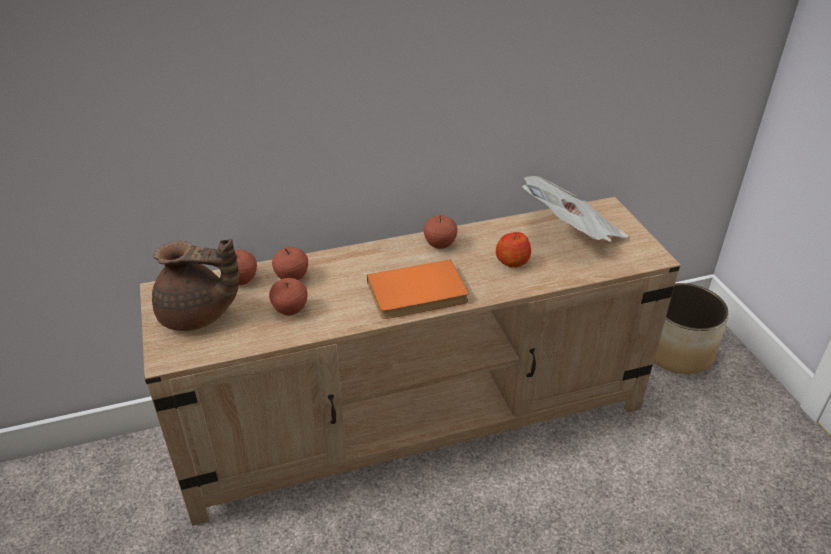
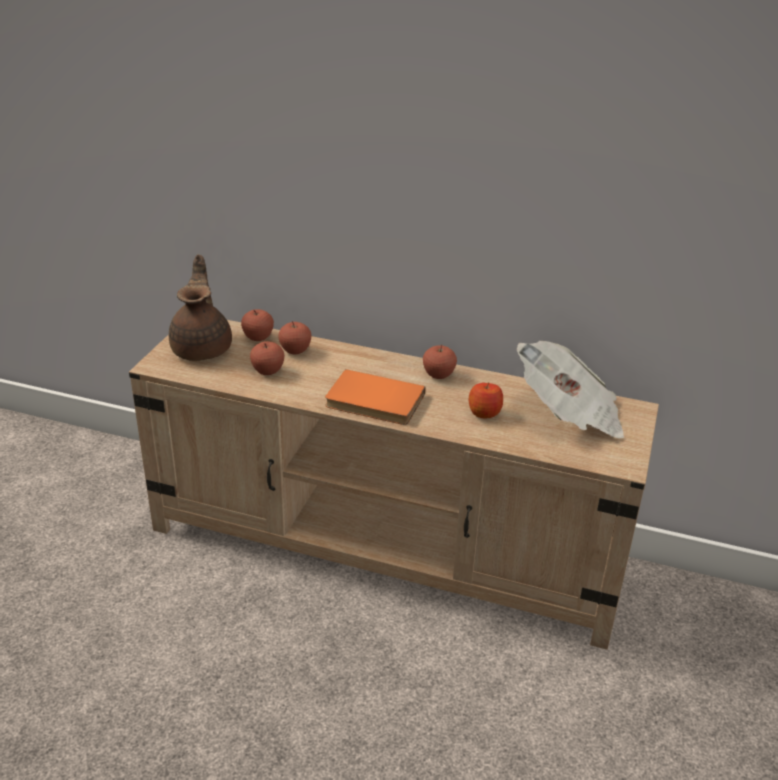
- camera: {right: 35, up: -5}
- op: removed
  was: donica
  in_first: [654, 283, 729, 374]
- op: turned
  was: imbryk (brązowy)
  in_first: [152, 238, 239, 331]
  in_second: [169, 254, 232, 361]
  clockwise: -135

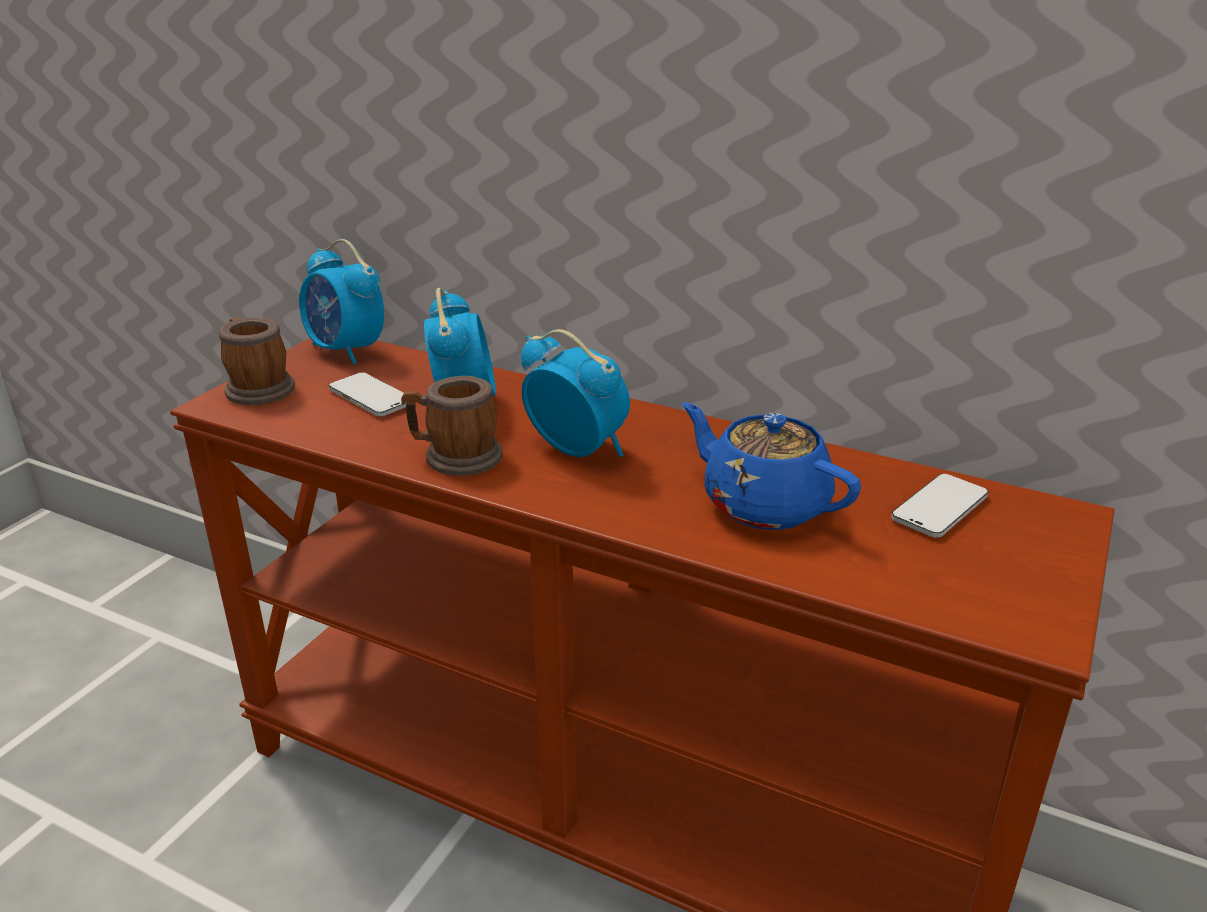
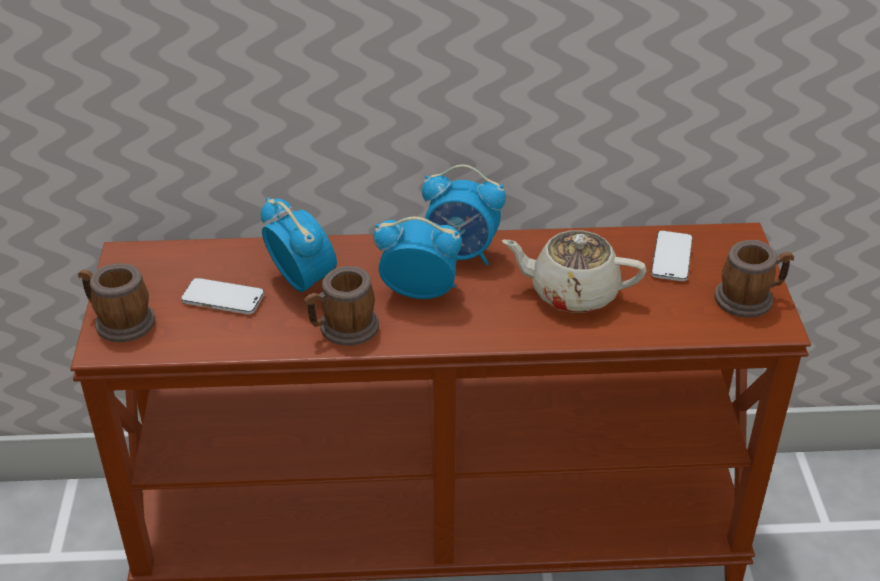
- camera: {right: -30, up: 10}
- op: added
  now: kubek
  in_second: [714, 240, 794, 318]
- op: moved
  was: budzik
  in_first: [299, 239, 384, 365]
  in_second: [422, 164, 506, 265]
- op: recoloured
  was: imbryk (niebieski)
  now: imbryk (beżowy)
  in_first: [682, 402, 861, 530]
  in_second: [502, 230, 647, 313]

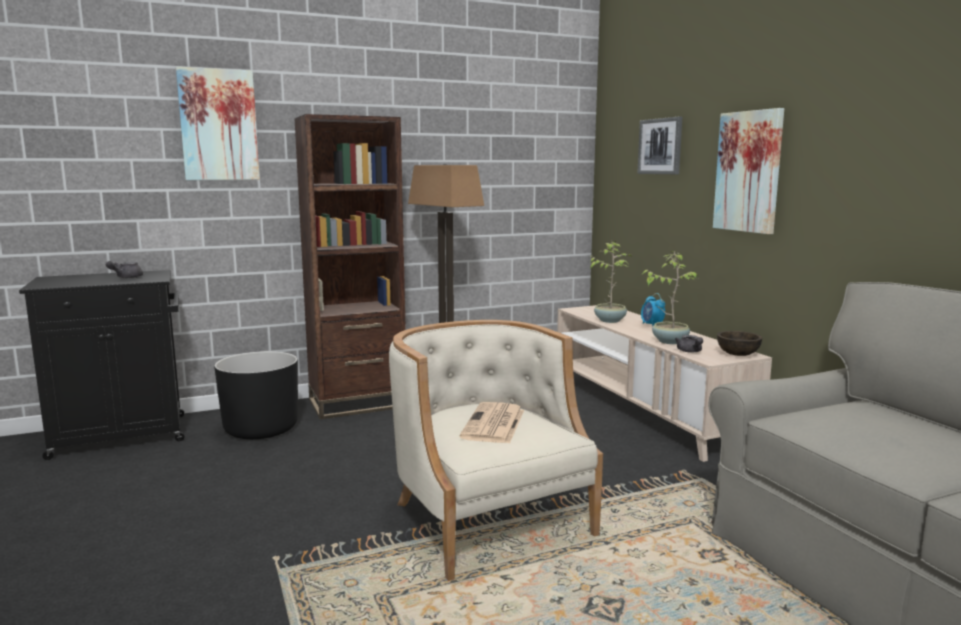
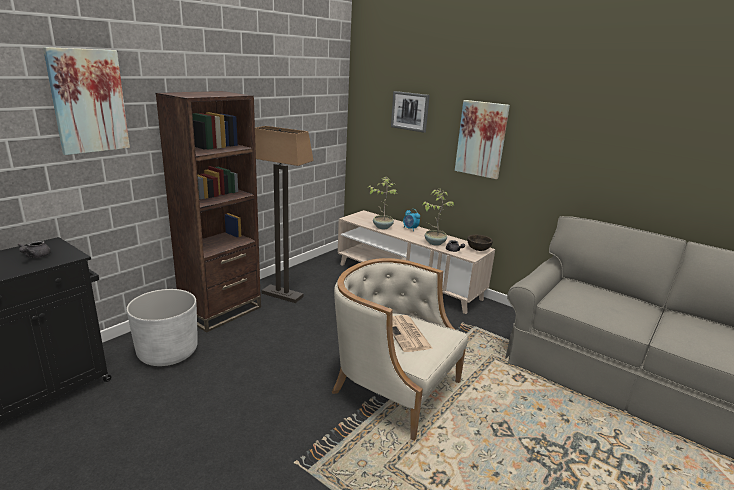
- camera: {right: -30, up: 10}
- op: recoloured
  was: donica (czarny)
  now: donica (biały)
  in_first: [214, 351, 298, 439]
  in_second: [126, 289, 198, 366]

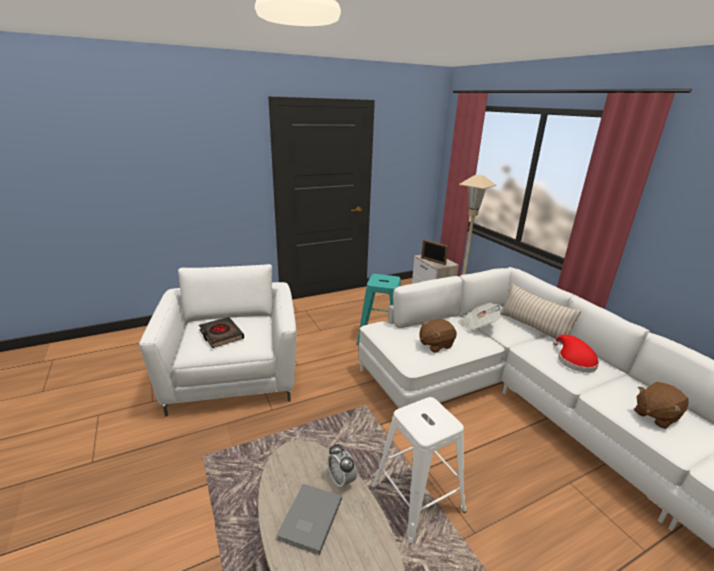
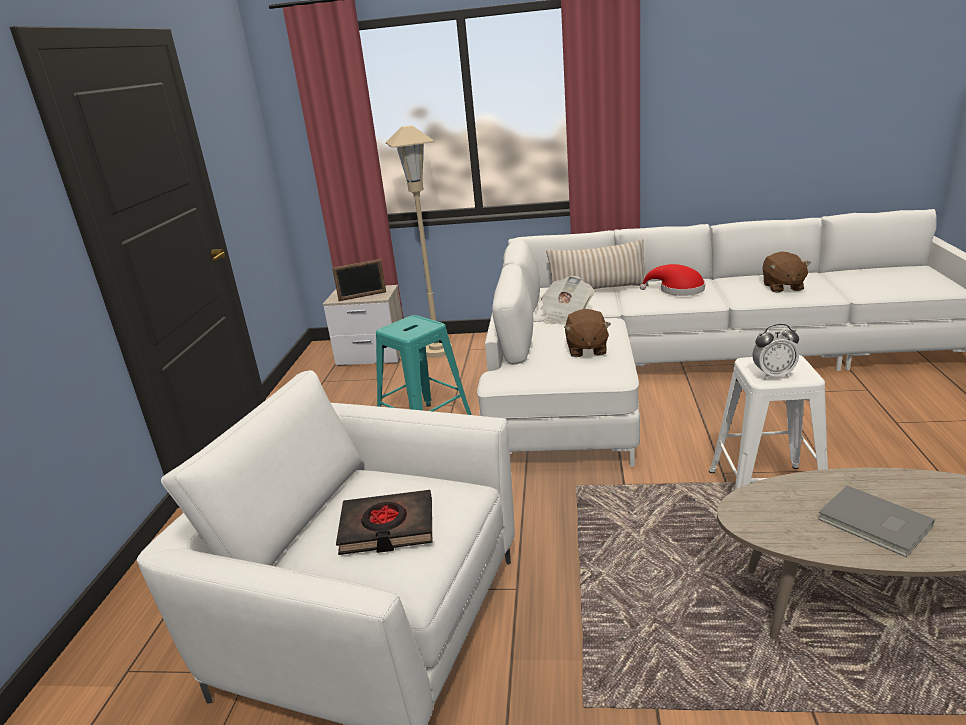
- camera: {right: -55, up: 0}
- op: moved
  was: budzik
  in_first: [328, 443, 357, 490]
  in_second: [752, 324, 799, 379]

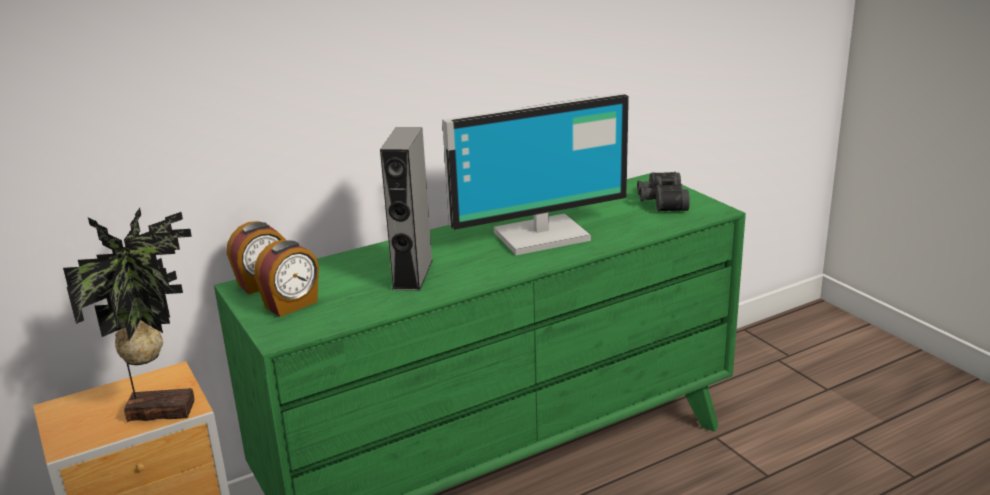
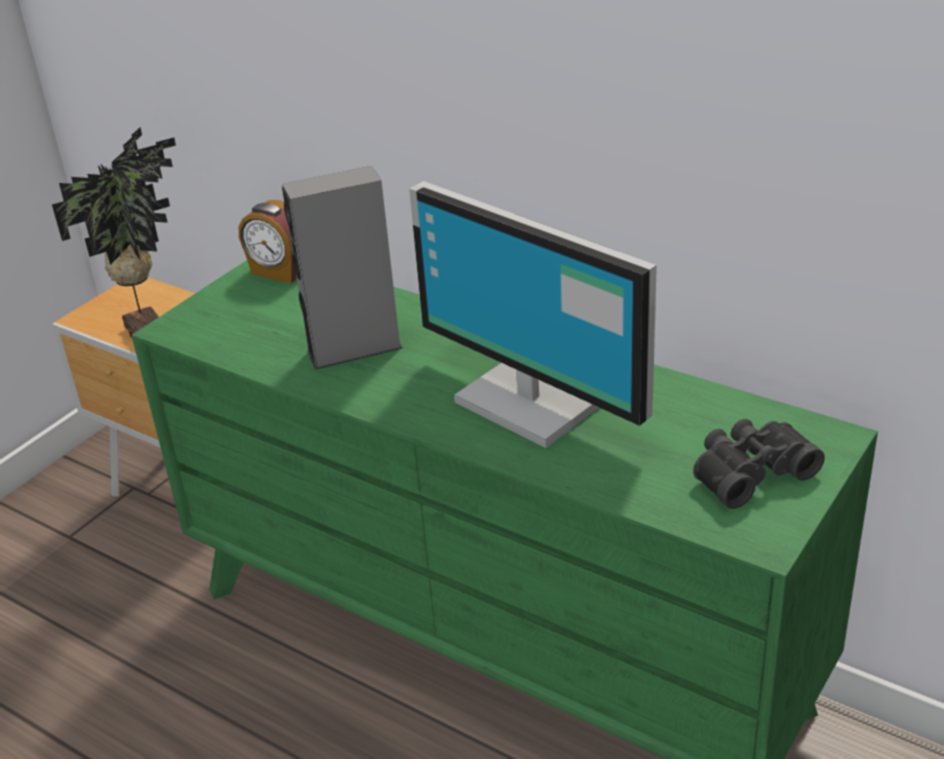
- camera: {right: 65, up: 10}
- op: removed
  was: budzik
  in_first: [254, 240, 319, 317]

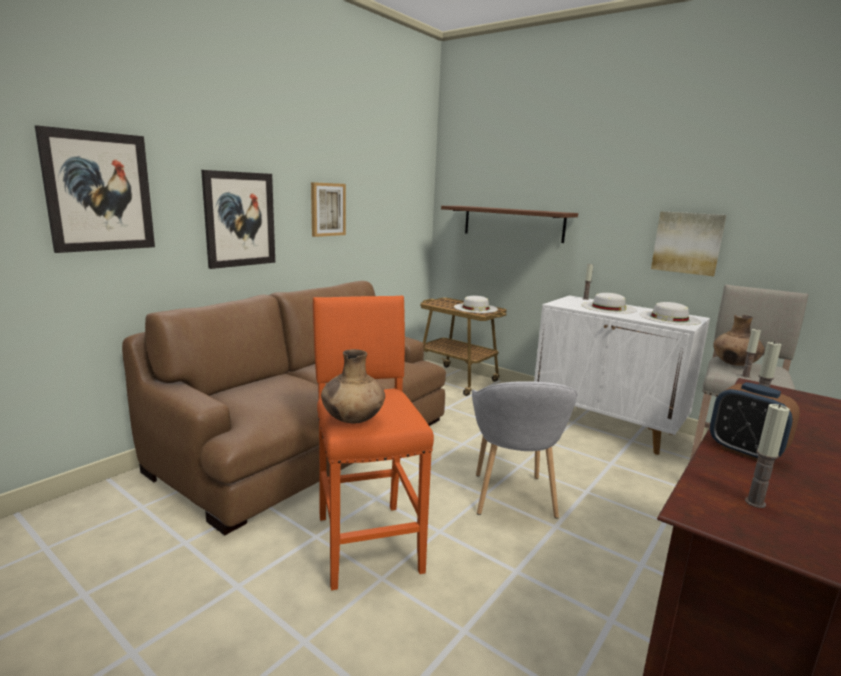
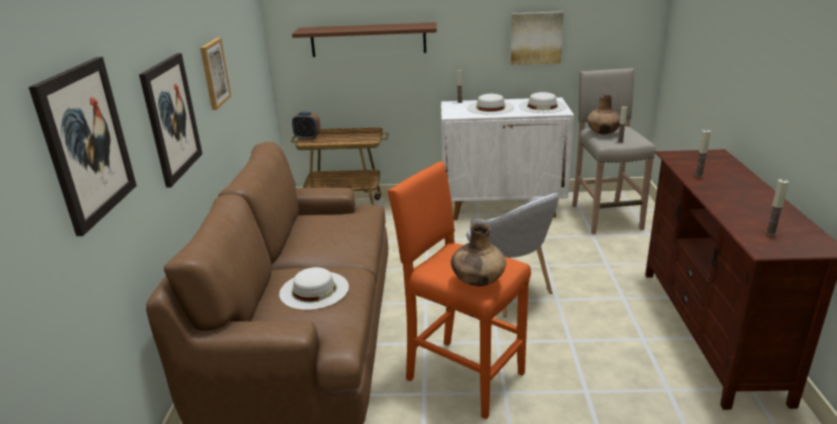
- camera: {right: -35, up: 10}
- op: moved
  was: kapelusz (biały)
  in_first: [454, 296, 498, 313]
  in_second: [279, 267, 349, 310]
- op: moved
  was: budzik
  in_first: [710, 382, 800, 461]
  in_second: [292, 112, 321, 140]

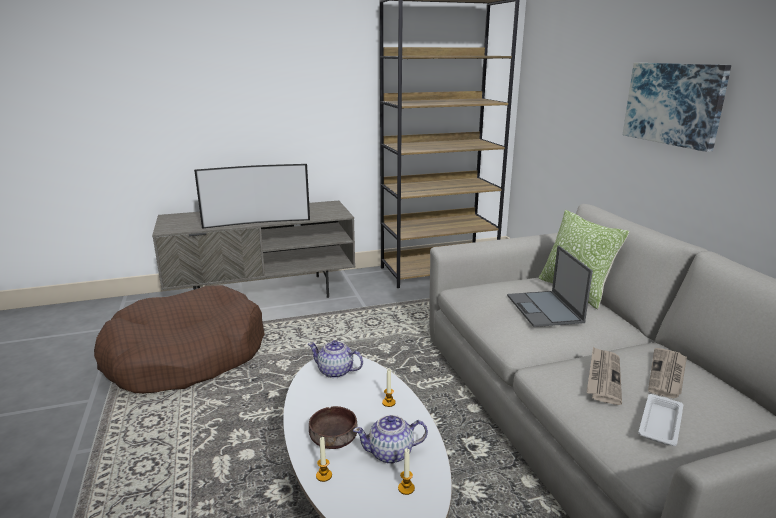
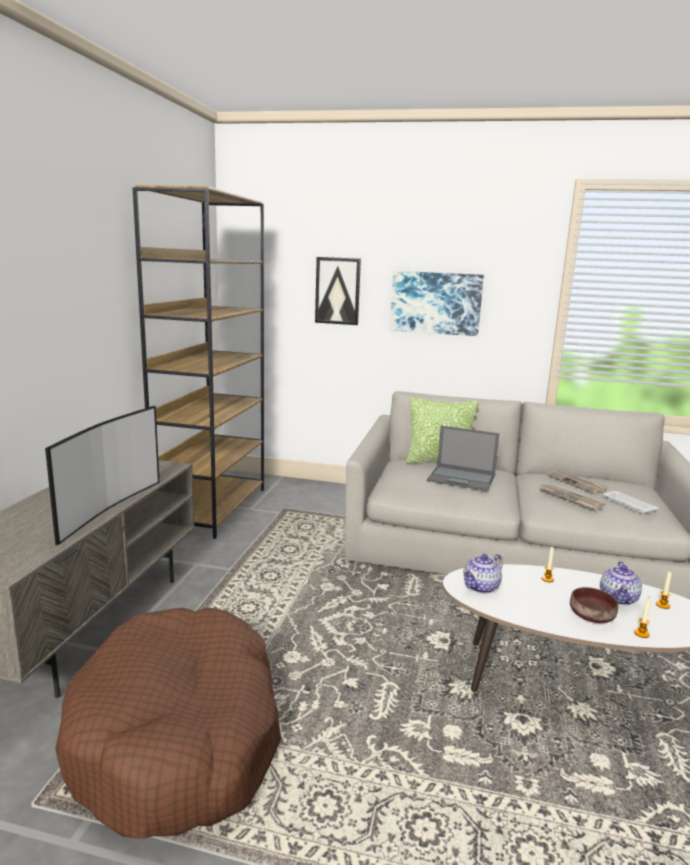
- camera: {right: -60, up: -5}
- op: added
  now: obraz
  in_second: [315, 257, 361, 325]

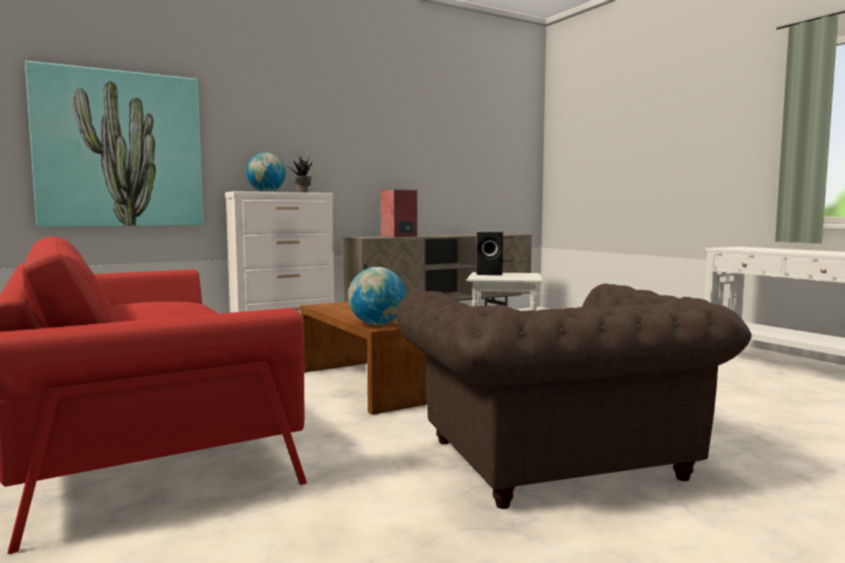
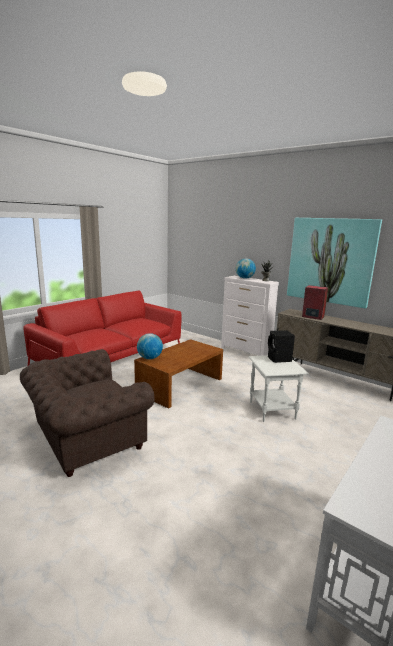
- camera: {right: 70, up: 10}
- op: moved
  was: obraz
  in_first: [25, 61, 203, 227]
  in_second: [287, 218, 382, 308]

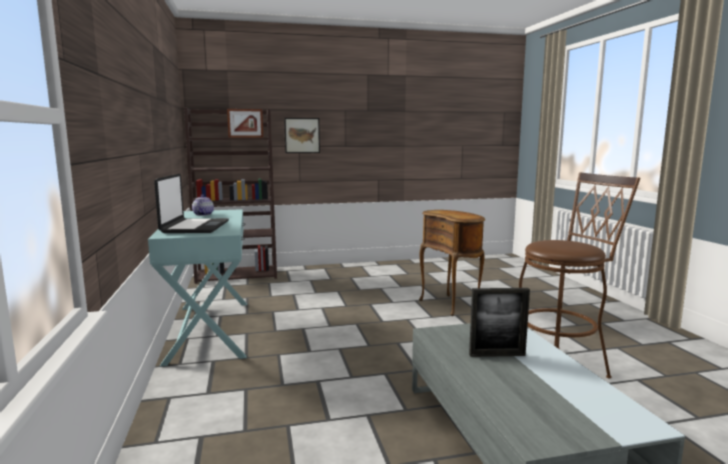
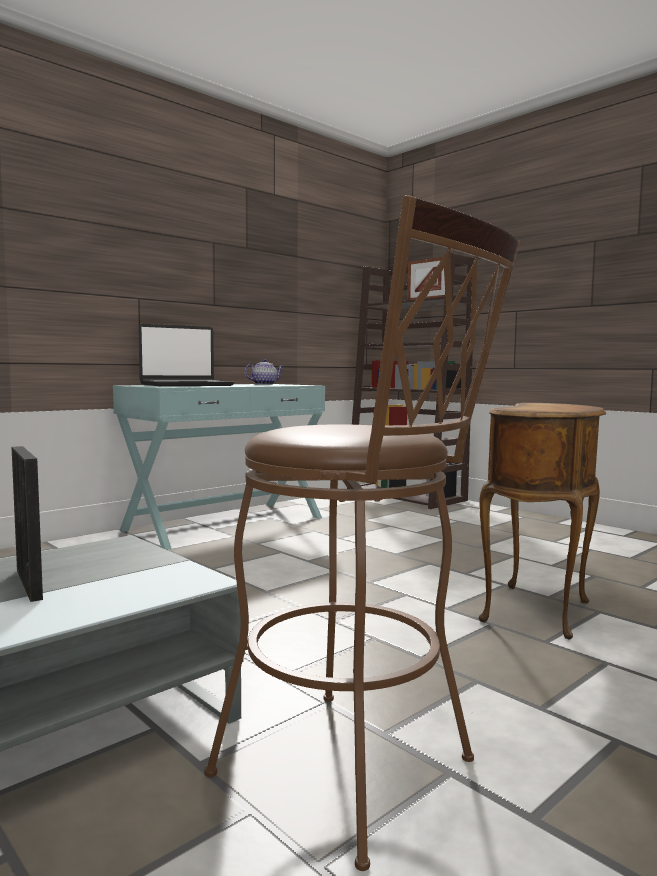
- camera: {right: 60, up: -5}
- op: removed
  was: obraz
  in_first: [284, 118, 320, 153]

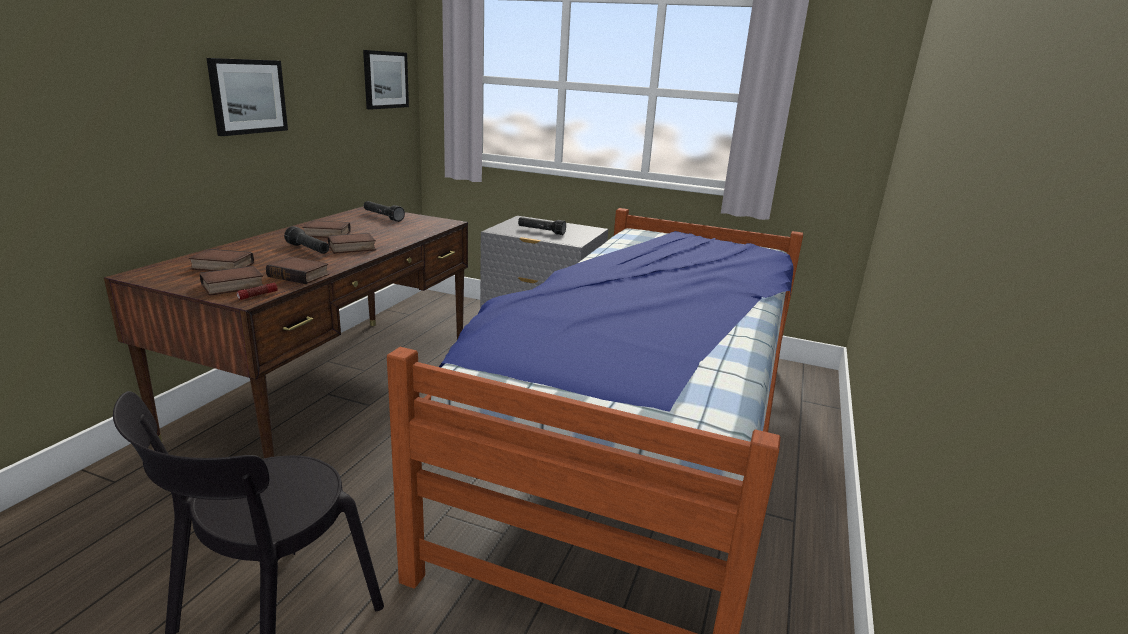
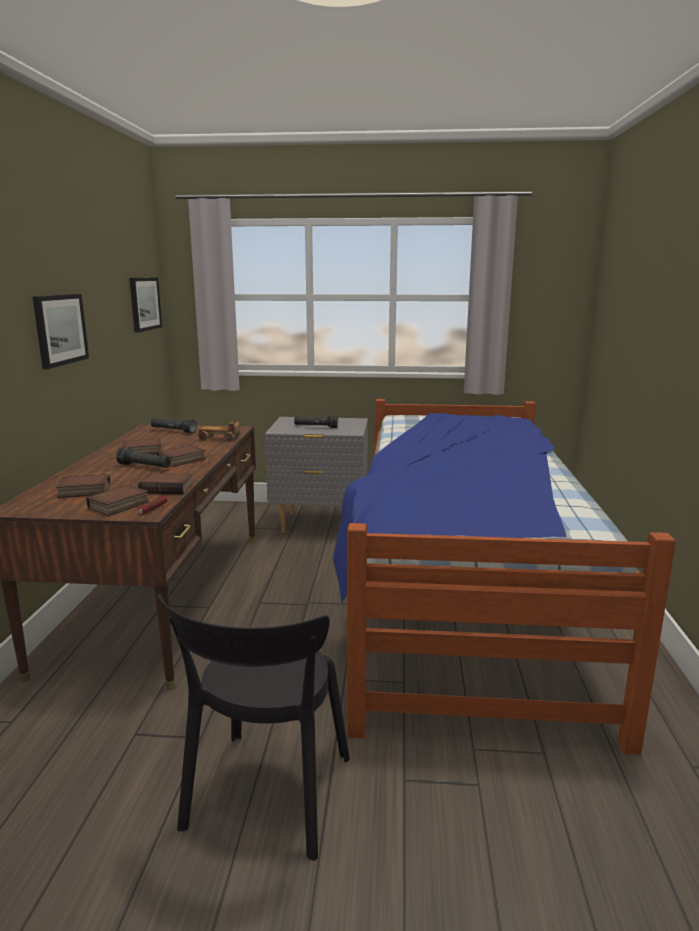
- camera: {right: -15, up: -5}
- op: added
  now: samochodzik
  in_second: [199, 421, 240, 441]

